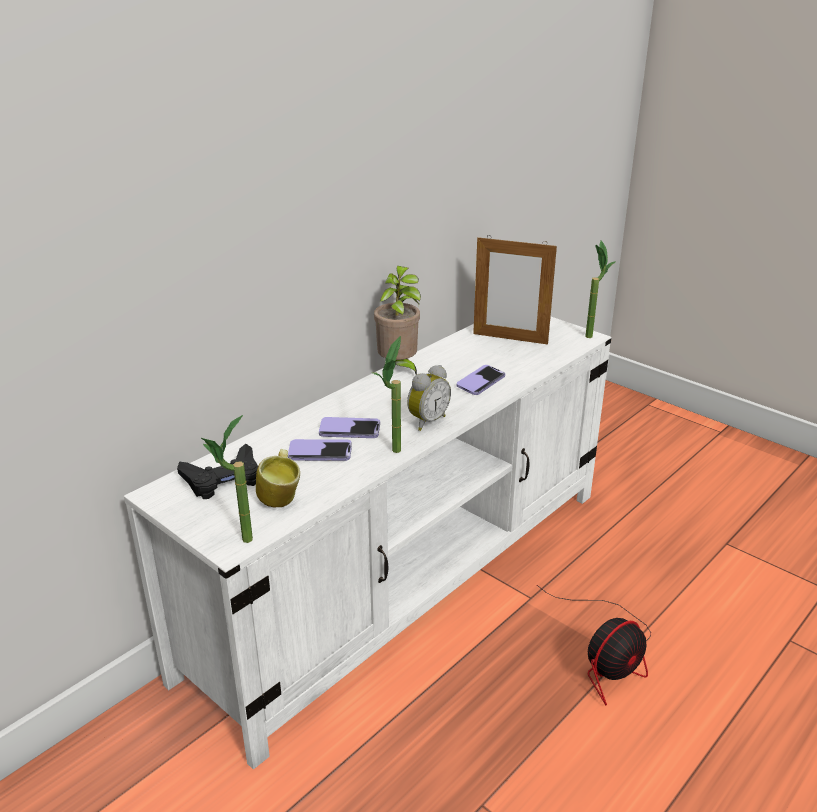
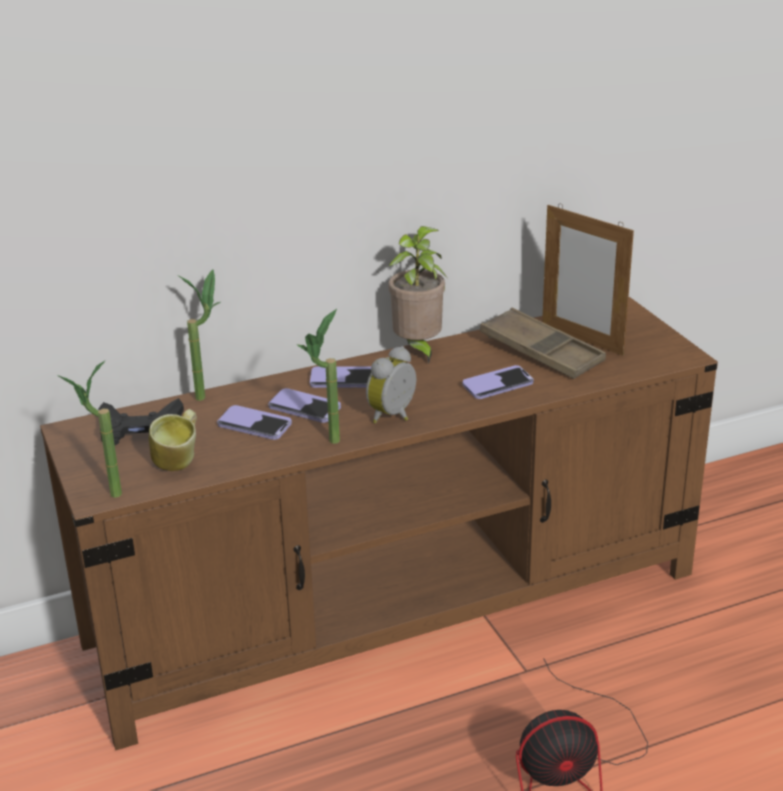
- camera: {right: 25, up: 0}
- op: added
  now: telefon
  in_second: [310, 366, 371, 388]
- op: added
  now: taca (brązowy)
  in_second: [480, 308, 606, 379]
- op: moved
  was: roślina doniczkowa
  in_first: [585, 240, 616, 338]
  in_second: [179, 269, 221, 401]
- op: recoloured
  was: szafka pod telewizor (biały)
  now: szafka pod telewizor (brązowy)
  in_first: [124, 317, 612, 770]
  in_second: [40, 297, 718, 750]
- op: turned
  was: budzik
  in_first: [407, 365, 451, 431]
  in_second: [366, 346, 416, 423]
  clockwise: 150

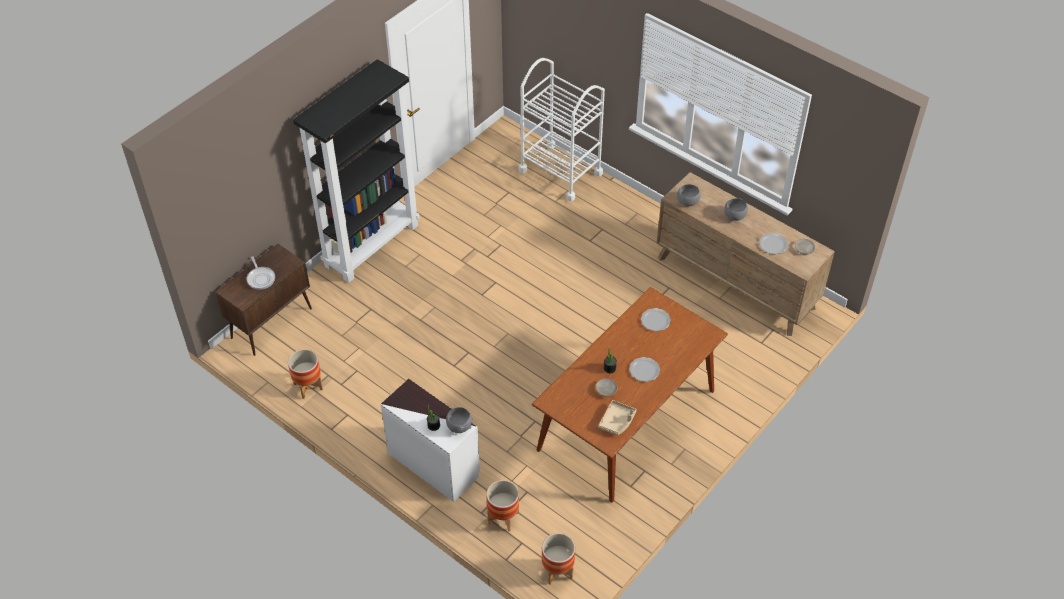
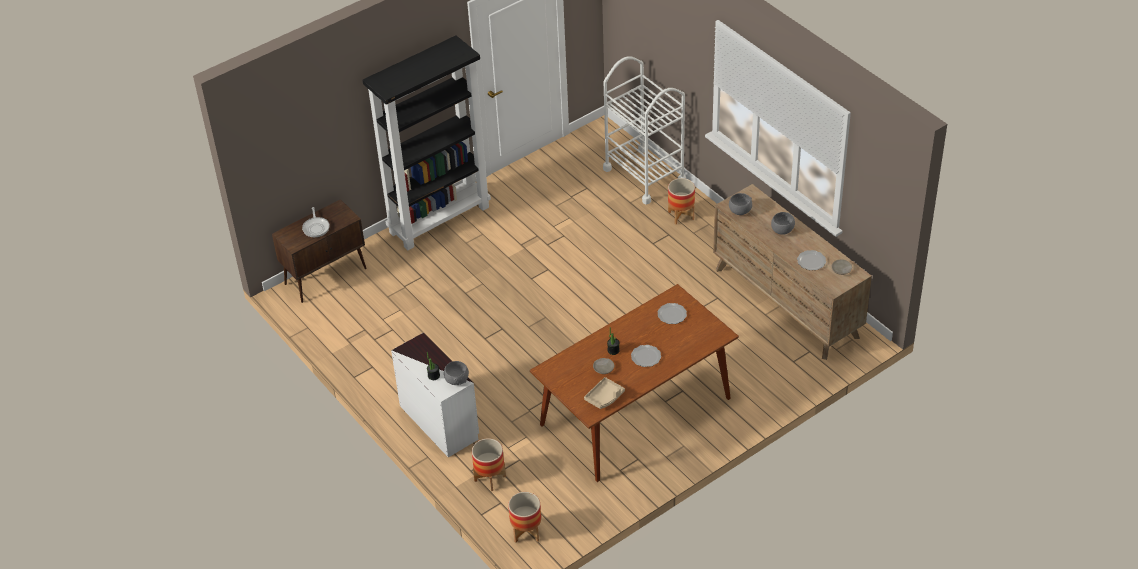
- camera: {right: 15, up: -5}
- op: moved
  was: donica
  in_first: [288, 349, 323, 399]
  in_second: [668, 178, 695, 225]

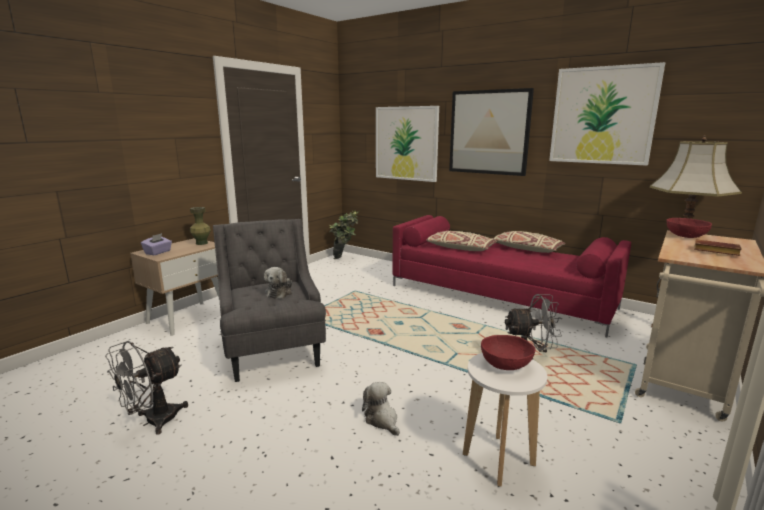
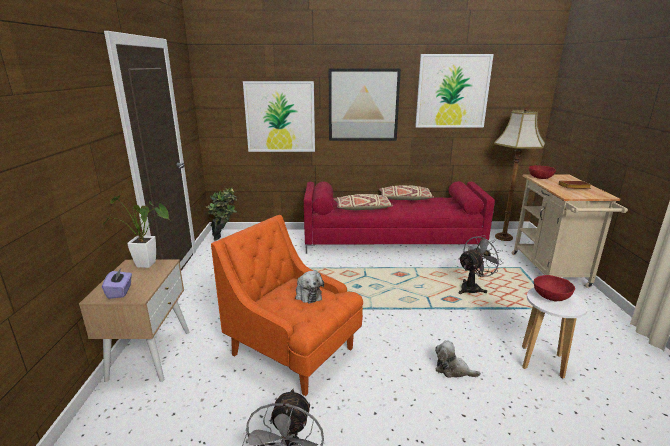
- camera: {right: -35, up: 5}
- op: replaced
  was: wazon (zielony)
  now: roślina doniczkowa
  in_first: [190, 207, 211, 245]
  in_second: [103, 195, 170, 268]
- op: recoloured
  was: fotel (szary)
  now: fotel (pomarańczowy)
  in_first: [213, 219, 326, 382]
  in_second: [211, 215, 363, 396]

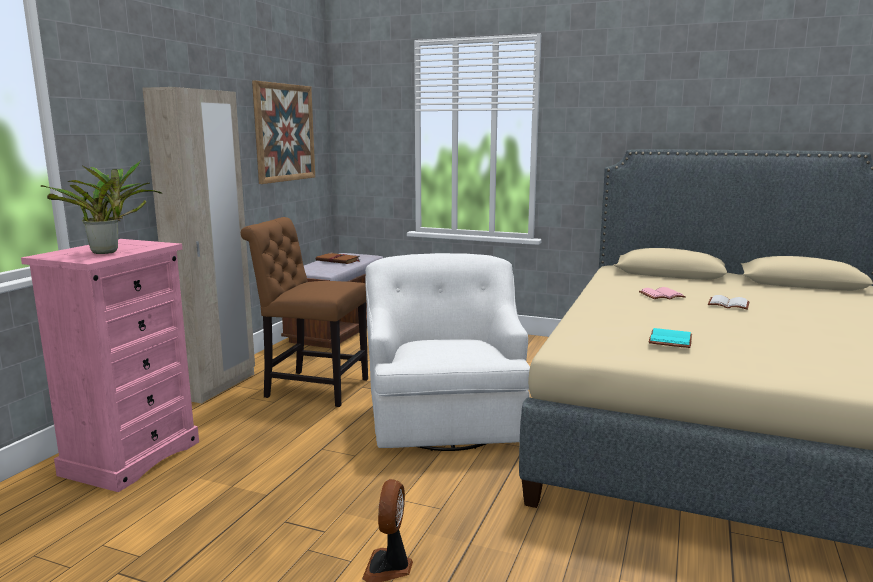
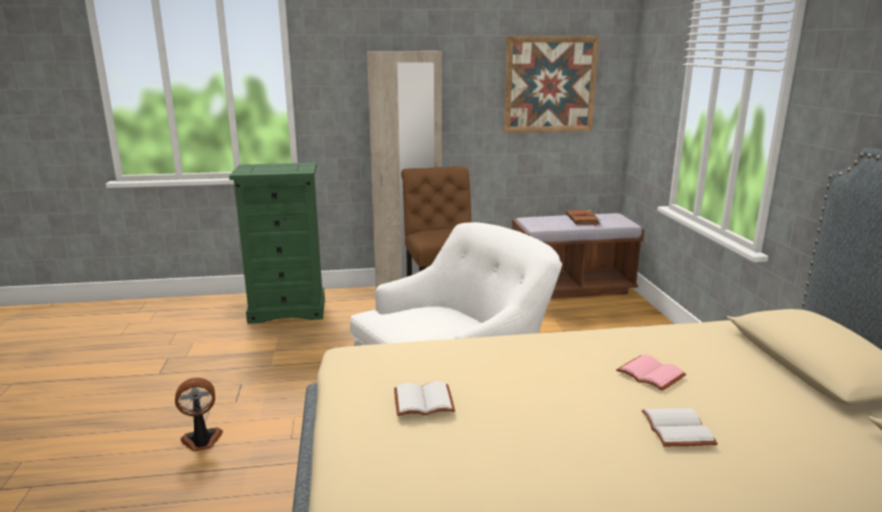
- camera: {right: 60, up: 5}
- op: removed
  was: roślina doniczkowa
  in_first: [41, 160, 162, 254]
- op: recoloured
  was: komoda (różowy)
  now: komoda (zielony)
  in_first: [21, 239, 199, 492]
  in_second: [229, 163, 325, 324]
- op: recoloured
  was: książka (turkusowy)
  now: książka (biały)
  in_first: [649, 328, 692, 348]
  in_second: [394, 381, 455, 416]

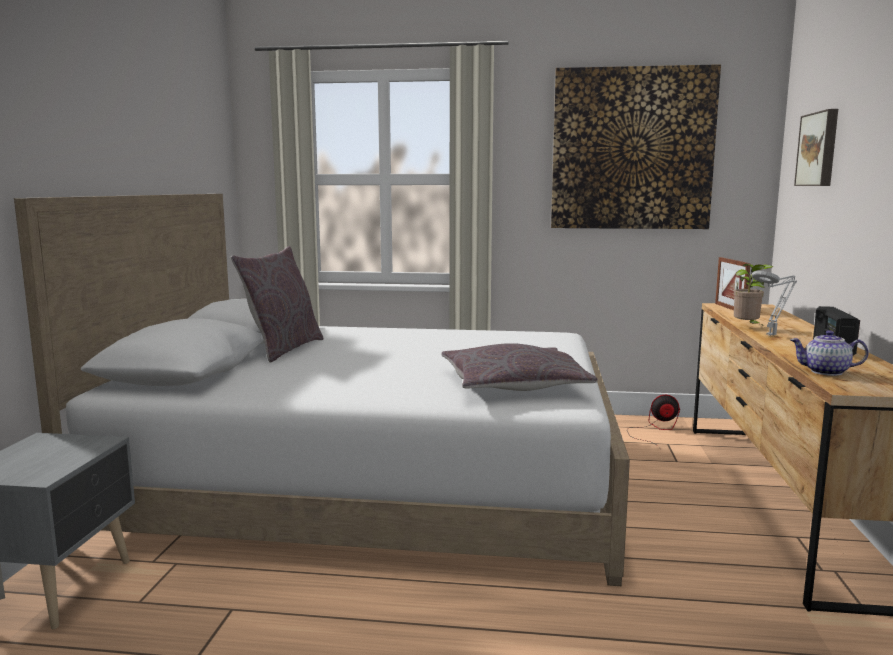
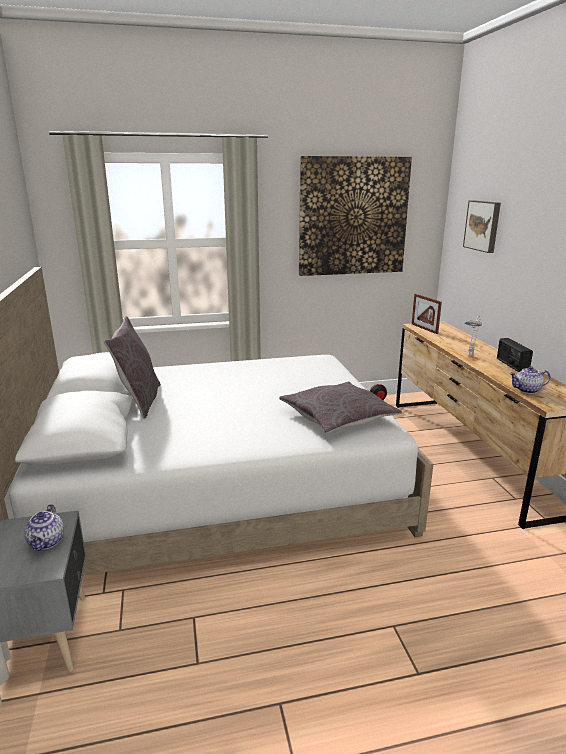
- camera: {right: -20, up: 10}
- op: removed
  was: roślina doniczkowa
  in_first: [734, 264, 773, 325]
- op: added
  now: imbryk
  in_second: [24, 504, 64, 551]

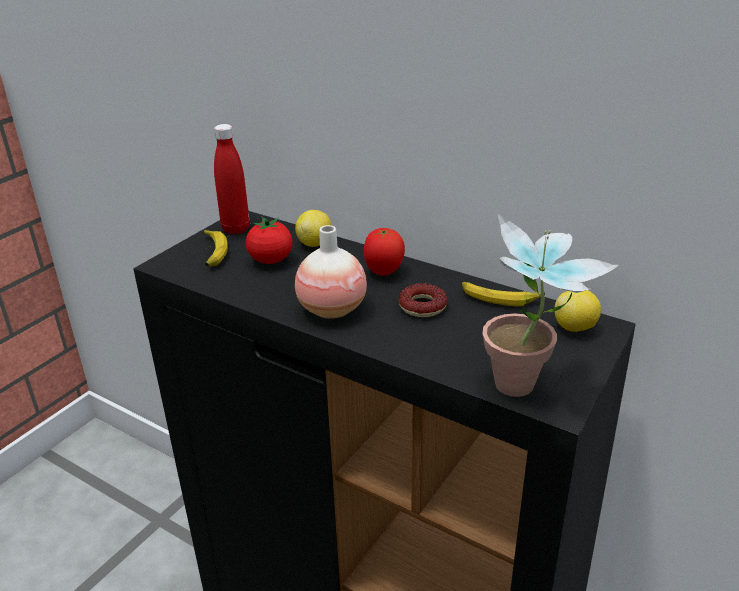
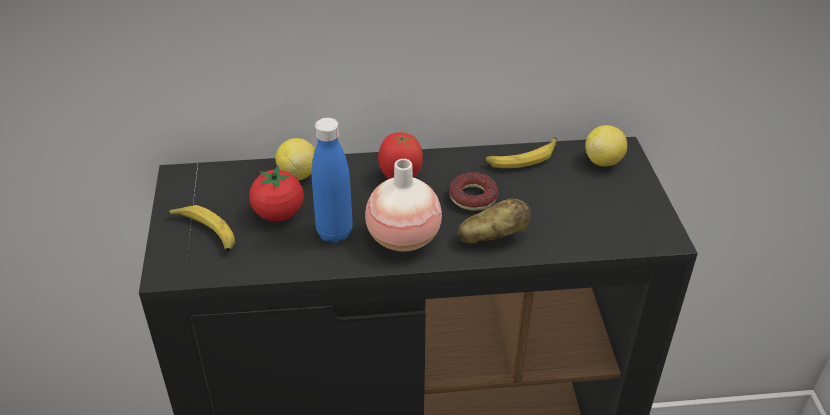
- camera: {right: -40, up: 10}
- op: removed
  was: butelka (czerwony)
  in_first: [214, 124, 250, 234]
- op: removed
  was: roślina doniczkowa
  in_first: [482, 214, 618, 397]
- op: added
  now: butelka (niebieski)
  in_second: [312, 117, 353, 243]
- op: added
  now: ziemniak
  in_second: [458, 198, 531, 244]

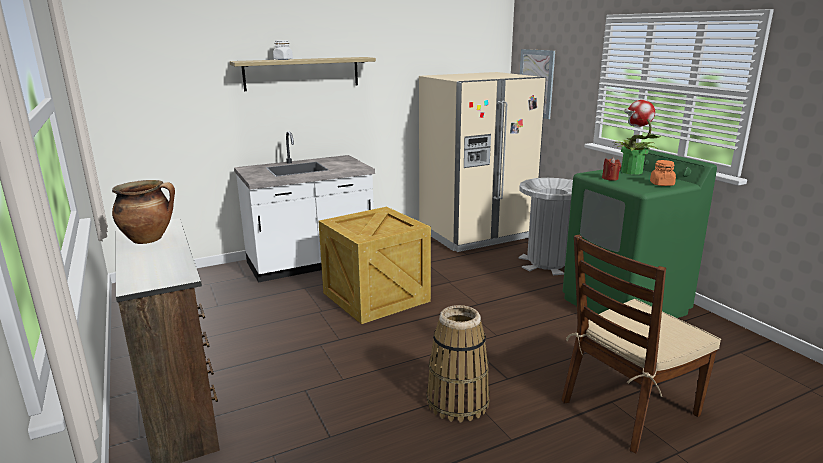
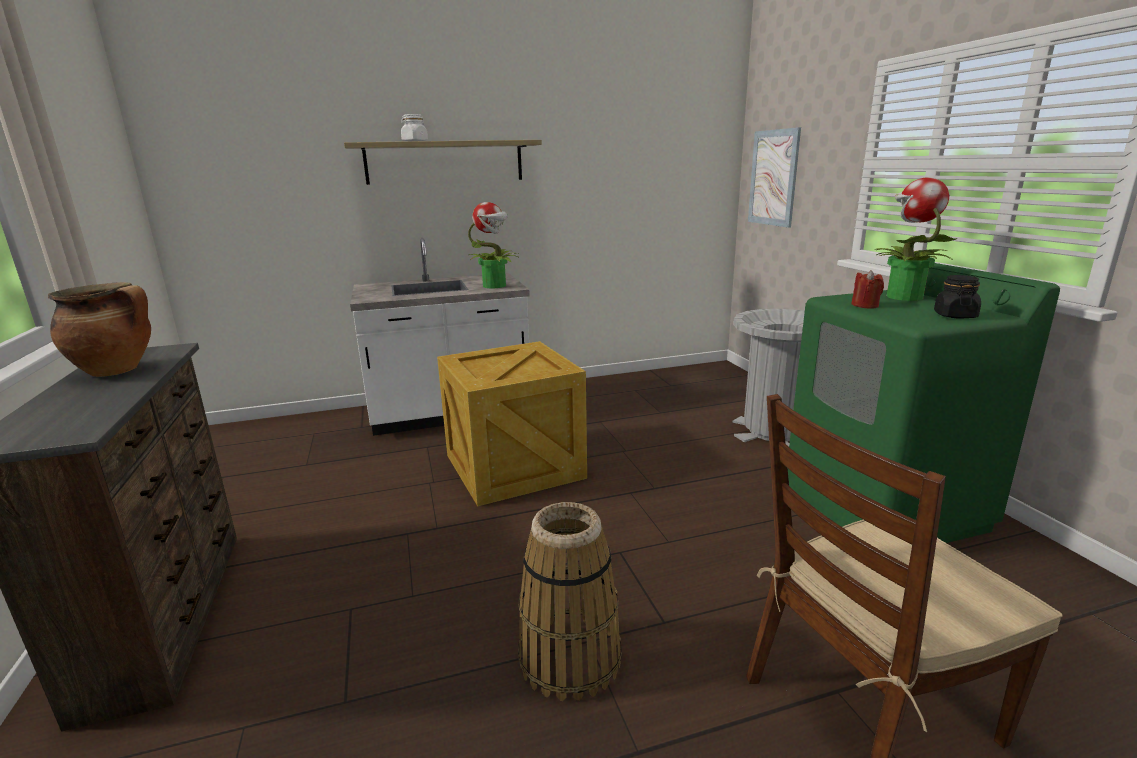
- camera: {right: 10, up: 0}
- op: removed
  was: lodówka (beżowy)
  in_first: [419, 72, 546, 252]
- op: added
  now: roślina doniczkowa
  in_second: [468, 202, 520, 288]
- op: recoloured
  was: słoik (pomarańczowy)
  now: słoik (czarny)
  in_first: [650, 160, 676, 186]
  in_second: [934, 275, 981, 319]

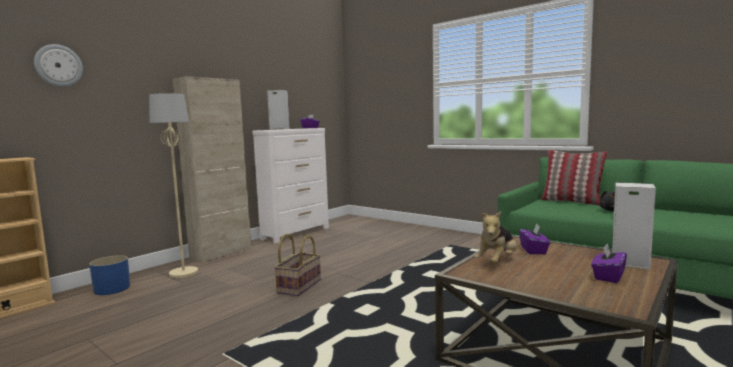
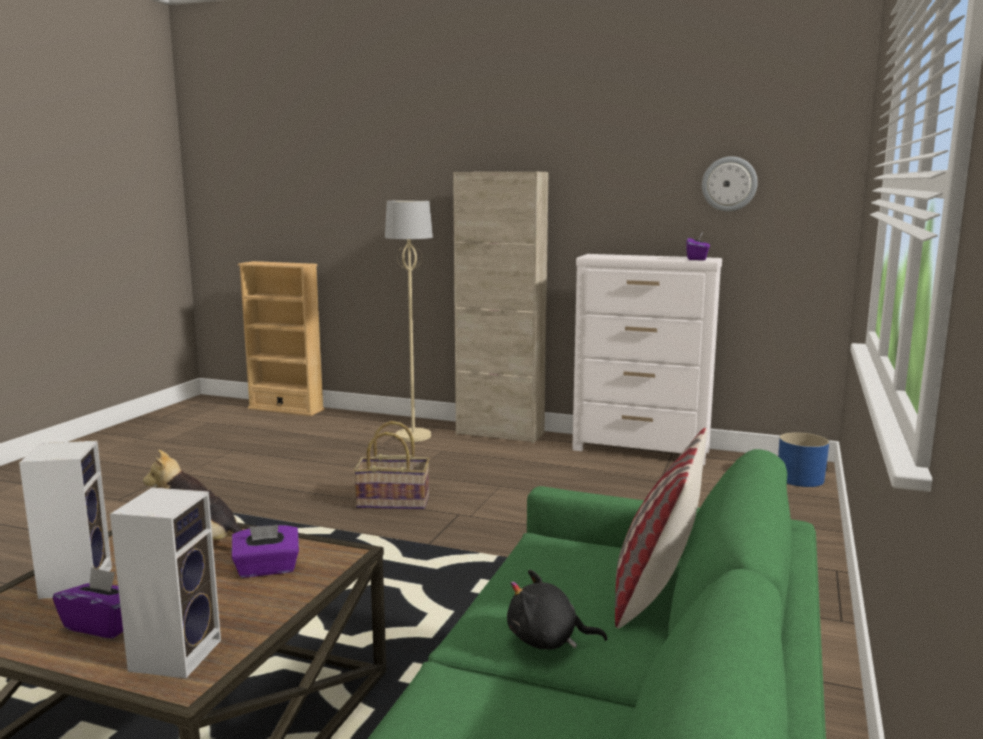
- camera: {right: 70, up: 5}
- op: moved
  was: zegar ścienny
  in_first: [34, 44, 83, 87]
  in_second: [702, 156, 758, 211]
- op: moved
  was: donica (niebieski)
  in_first: [89, 255, 130, 295]
  in_second: [778, 432, 829, 487]
- op: moved
  was: głośnik
  in_first: [267, 90, 290, 130]
  in_second: [19, 440, 112, 599]

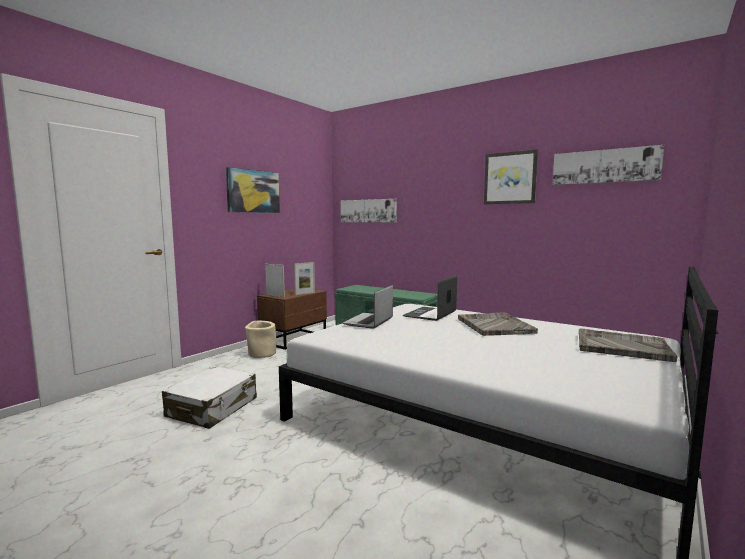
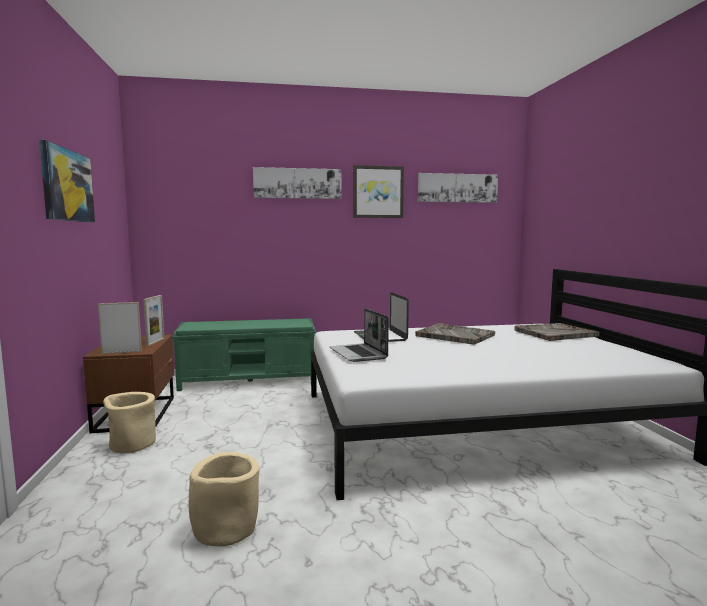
- camera: {right: -45, up: 0}
- op: moved
  was: obraz
  in_first: [341, 199, 397, 222]
  in_second: [253, 167, 341, 199]
- op: replaced
  was: walizka (biały)
  now: donica (beżowy)
  in_first: [162, 366, 257, 429]
  in_second: [188, 452, 259, 547]

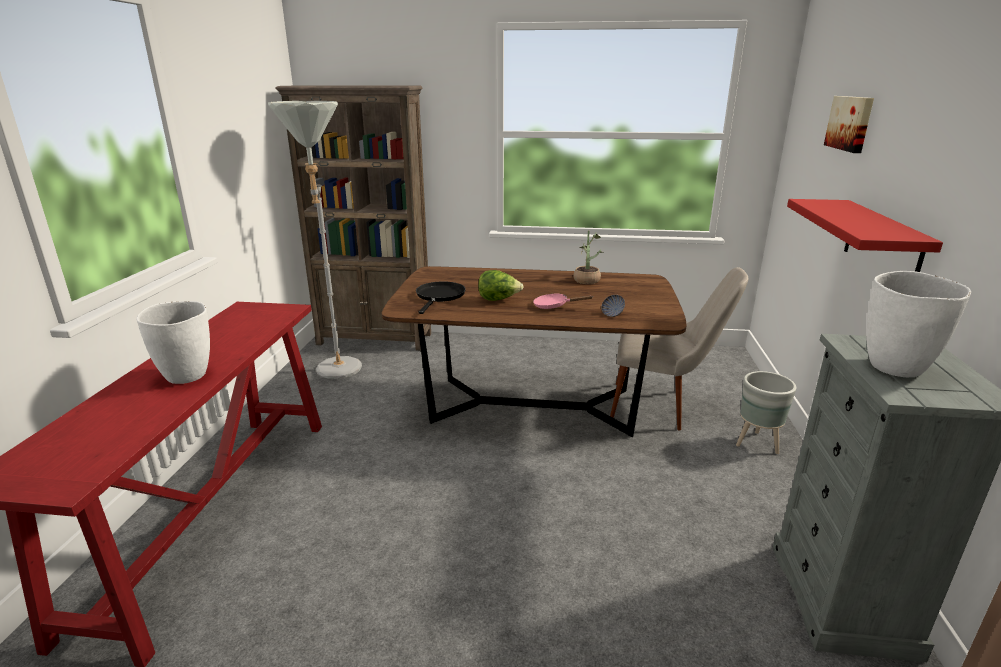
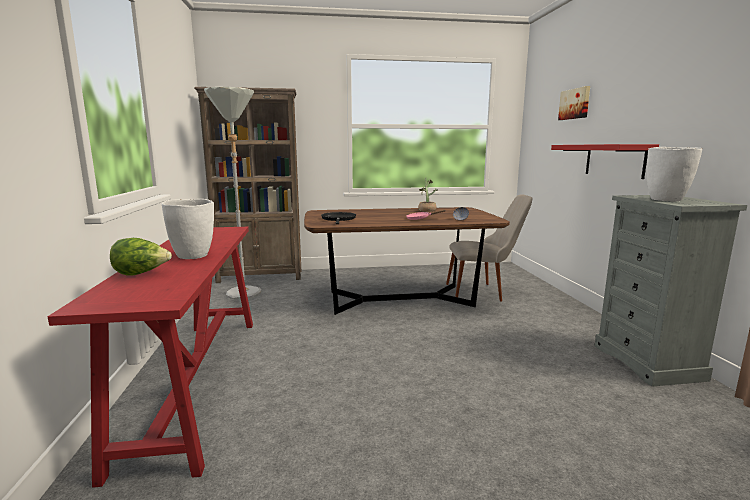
- camera: {right: -15, up: -10}
- op: removed
  was: donica (szary)
  in_first: [736, 371, 797, 454]
- op: moved
  was: sałata
  in_first: [478, 270, 523, 301]
  in_second: [110, 238, 172, 275]

